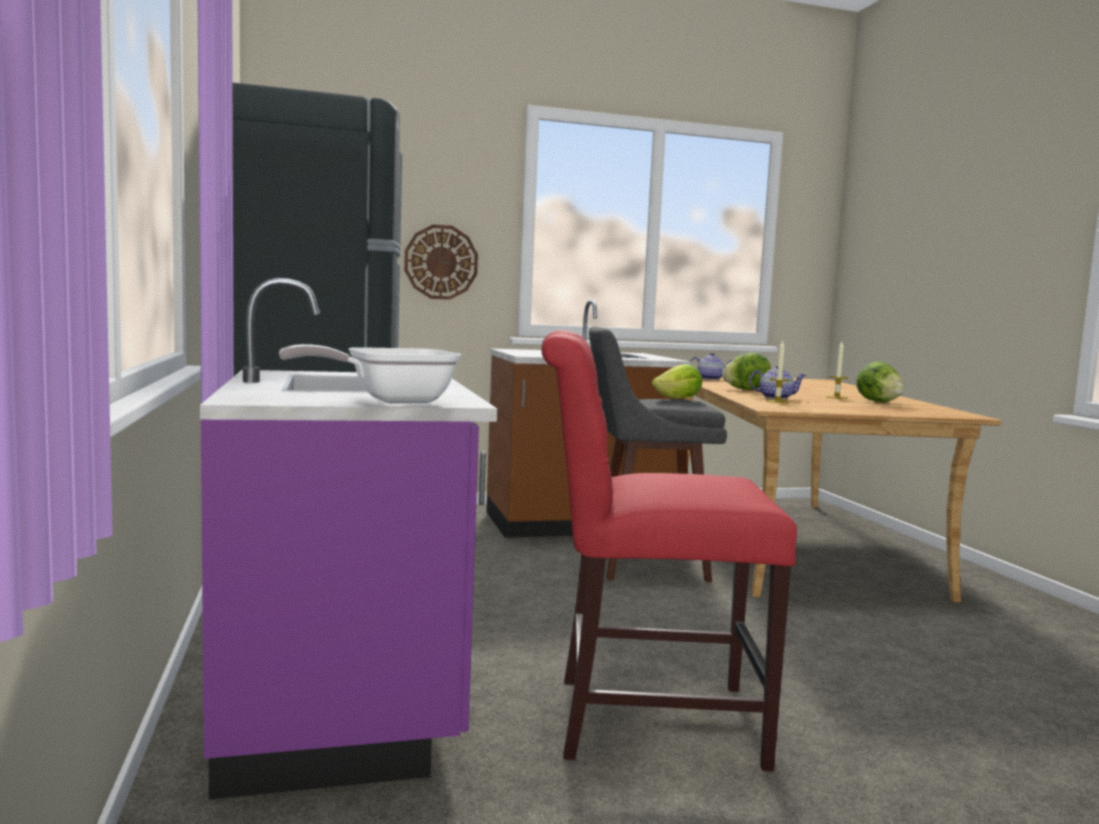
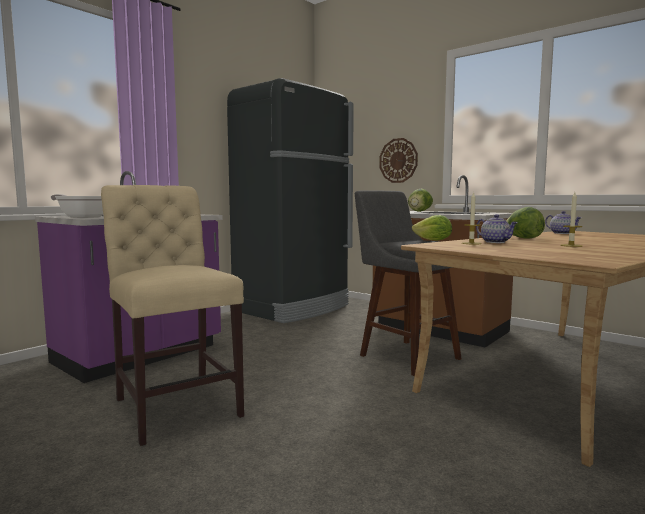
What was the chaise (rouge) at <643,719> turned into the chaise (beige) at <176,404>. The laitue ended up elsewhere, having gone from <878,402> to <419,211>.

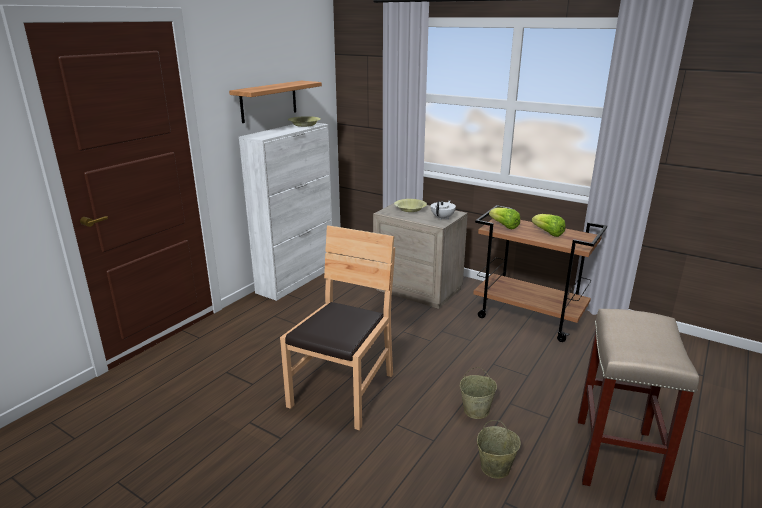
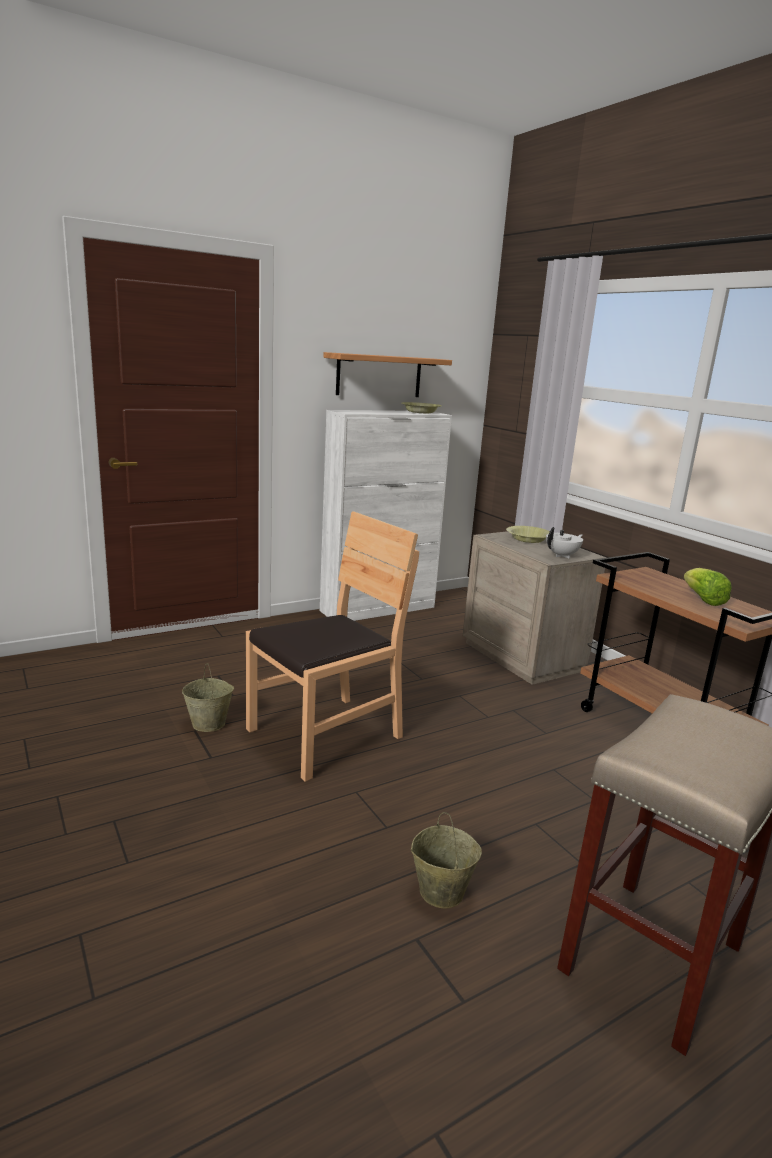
The seau (beige) ended up elsewhere, having gone from <476,410> to <209,724>. The second view lost the laitue at <504,226>.

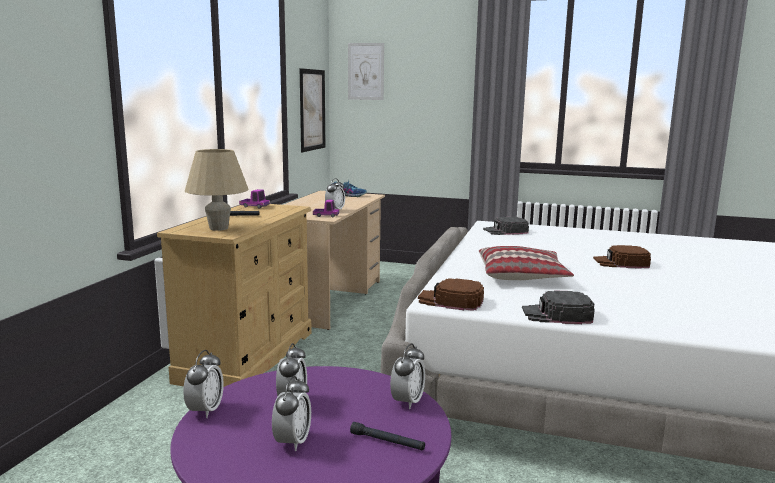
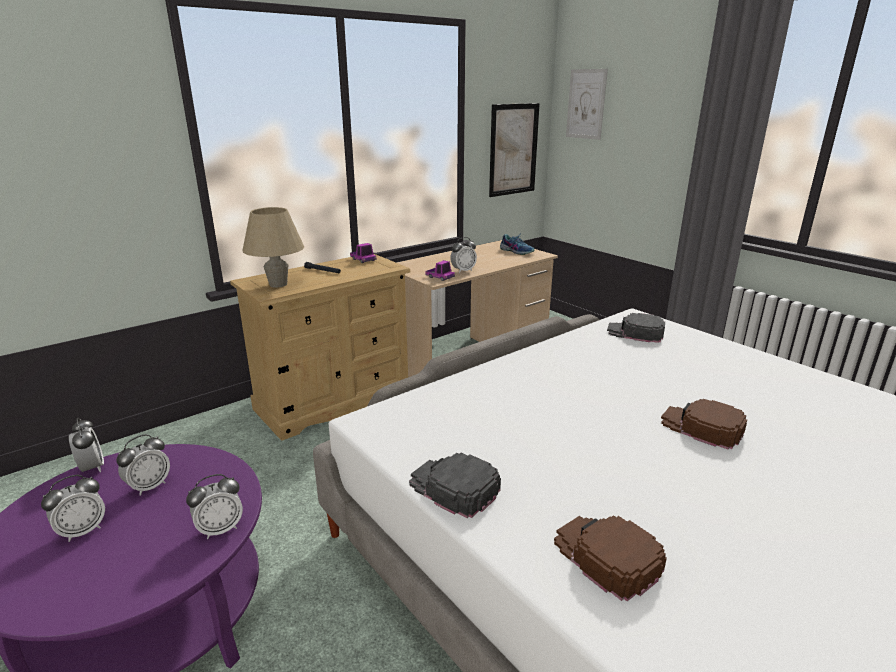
The réveil at <205,410> ended up facing another way, 75 degrees counterclockwise from before. The casquette (marron) ended up elsewhere, having gone from <451,301> to <606,557>. The second view lost the lampe de poche (noir) at <387,442>. The second view lost the coussin at <522,275>.

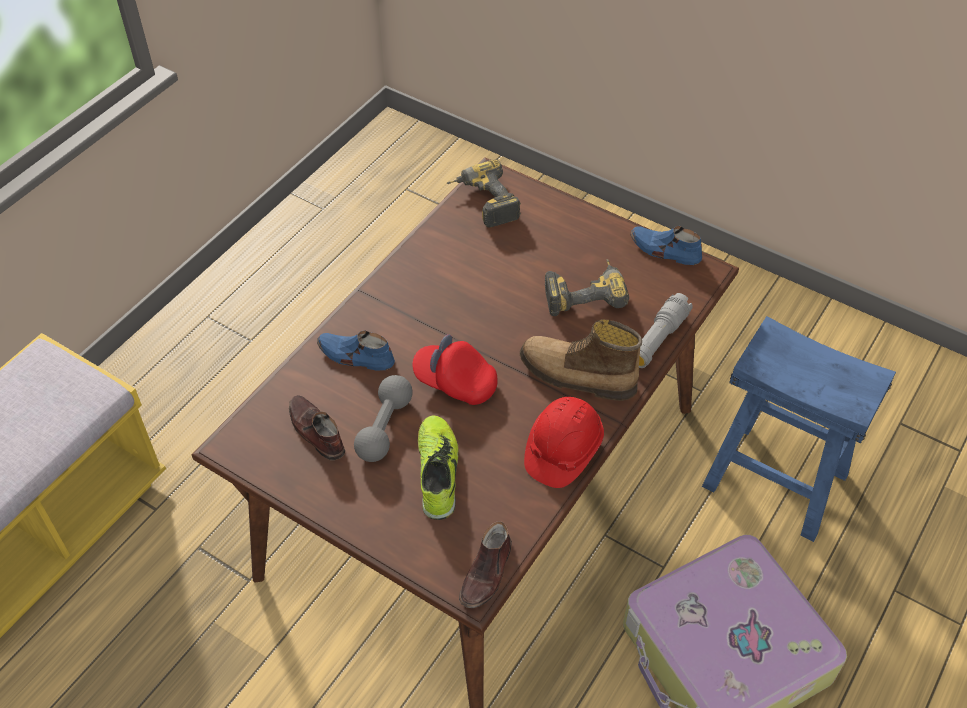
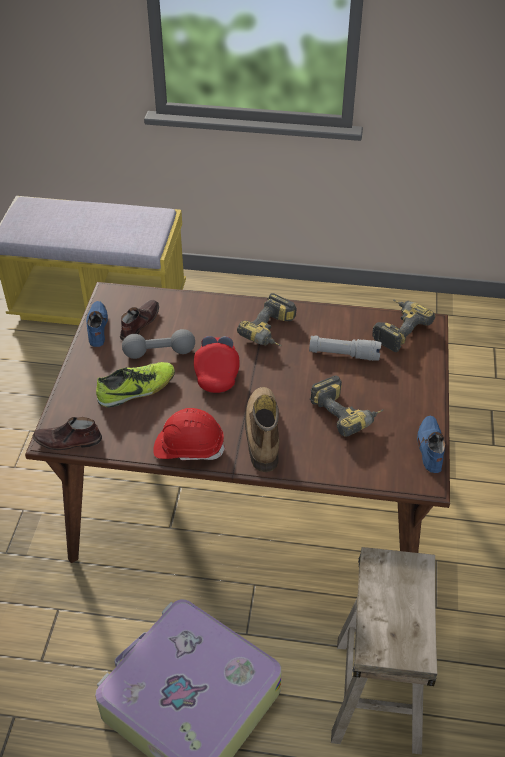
The chaussure (bleu) ended up elsewhere, having gone from <355,356> to <97,327>. The second view gained the perceuse at <272,332>. The lampe de poche (gris) ended up elsewhere, having gone from <658,339> to <344,354>. What was the tabouret (bleu) at <776,479> turned into the tabouret (beige) at <378,694>.

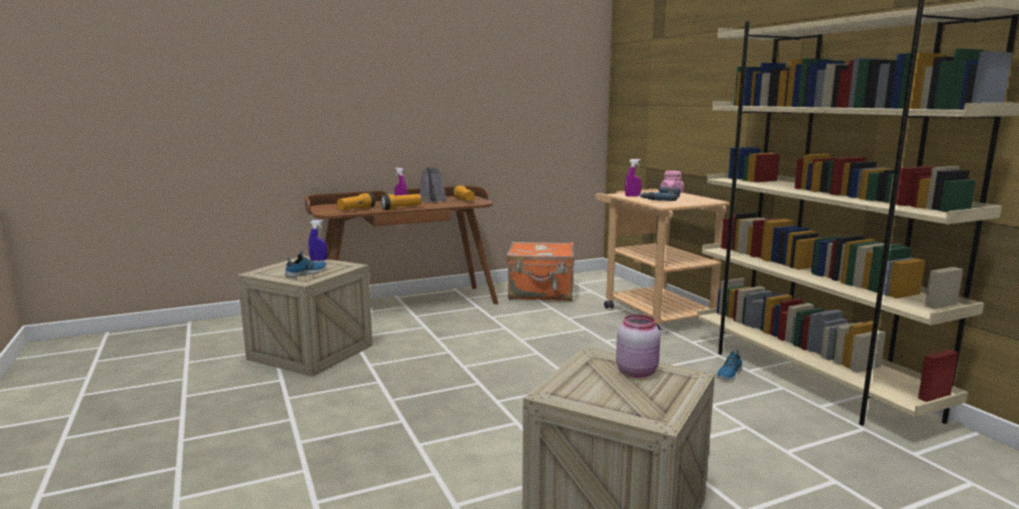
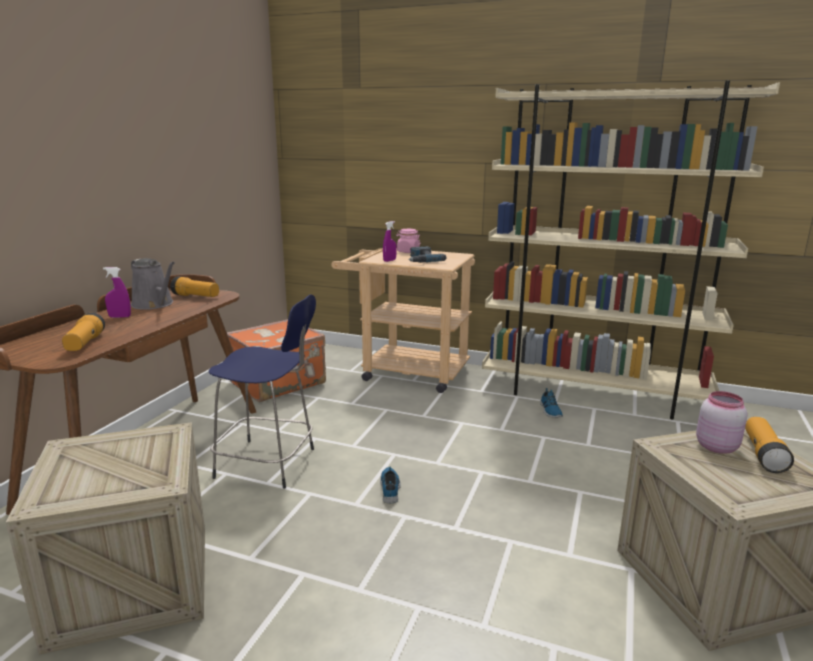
The second view gained the tabouret (bleu) at <269,464>. The chaussure ended up elsewhere, having gone from <307,273> to <390,488>. The lampe de poche ended up elsewhere, having gone from <401,208> to <763,454>. The second view lost the vaporisateur (bleu) at <318,260>.

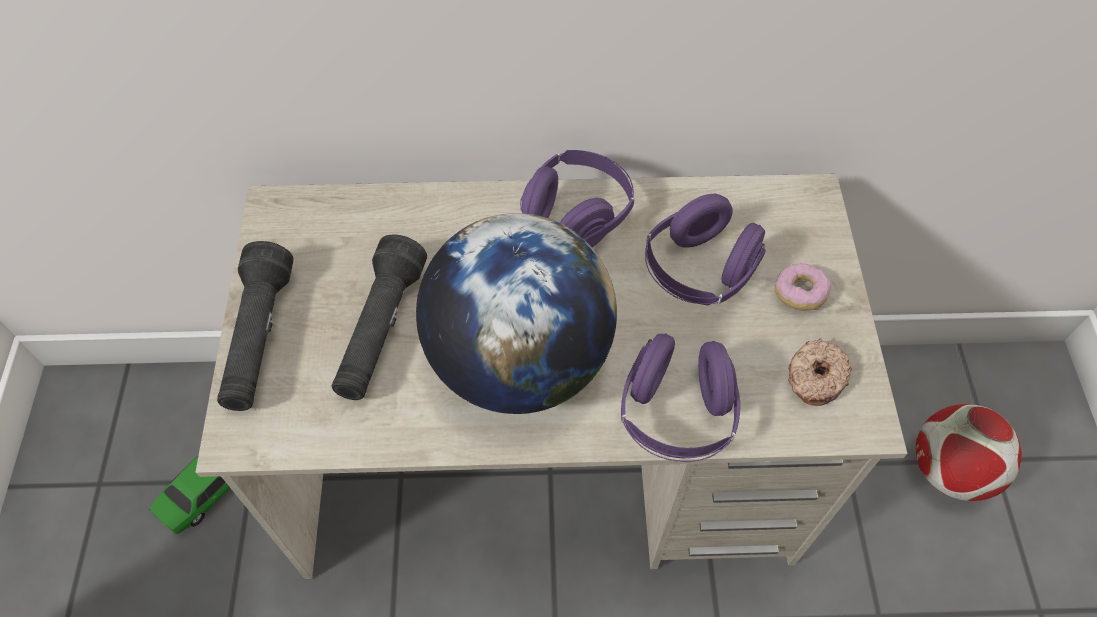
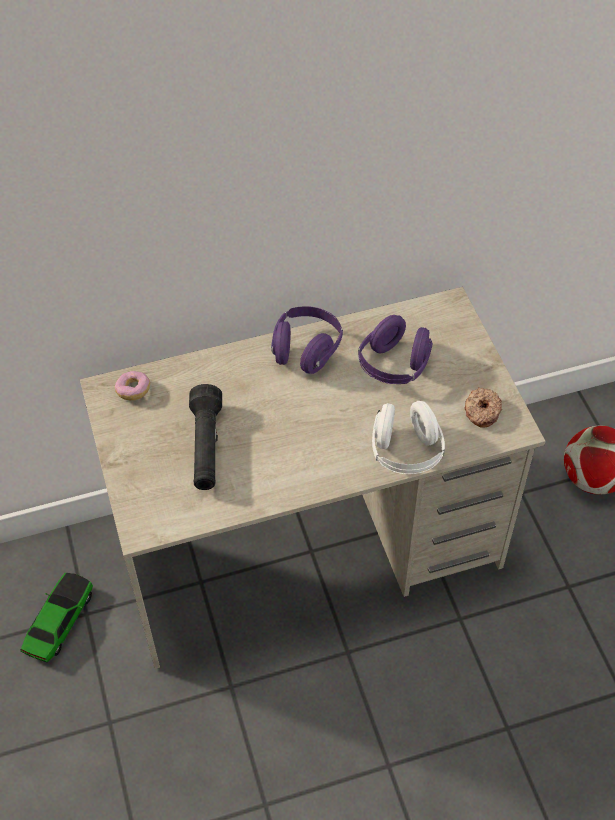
The beignet ended up elsewhere, having gone from <799,294> to <133,390>. What was the casque audio (violet) at <676,414> turned into the casque audio (blanc) at <406,452>. The second view lost the lampe de poche (noir) at <259,338>. The second view lost the globe at <519,361>.

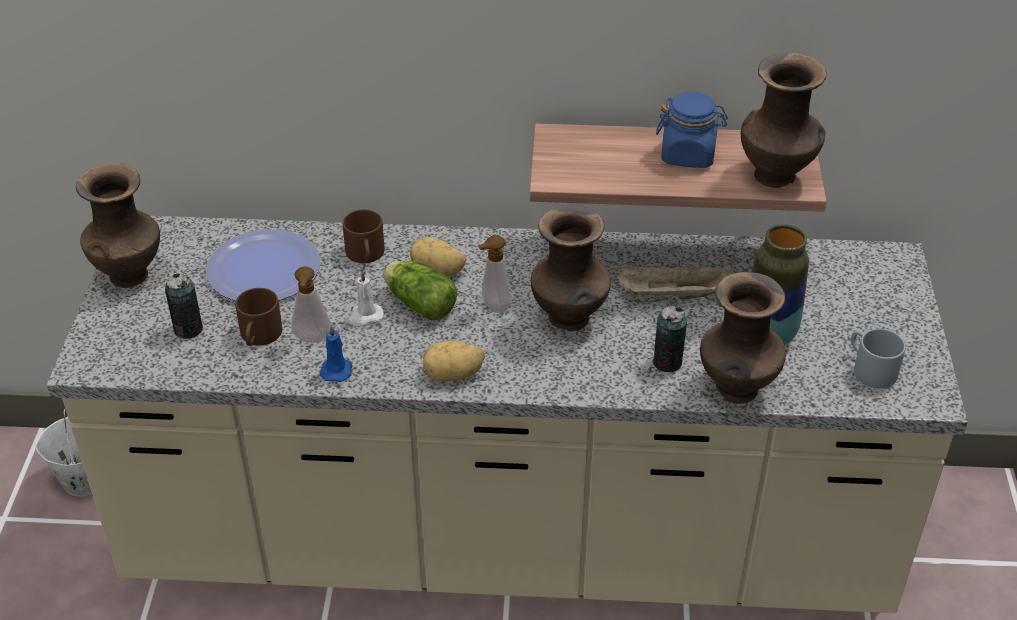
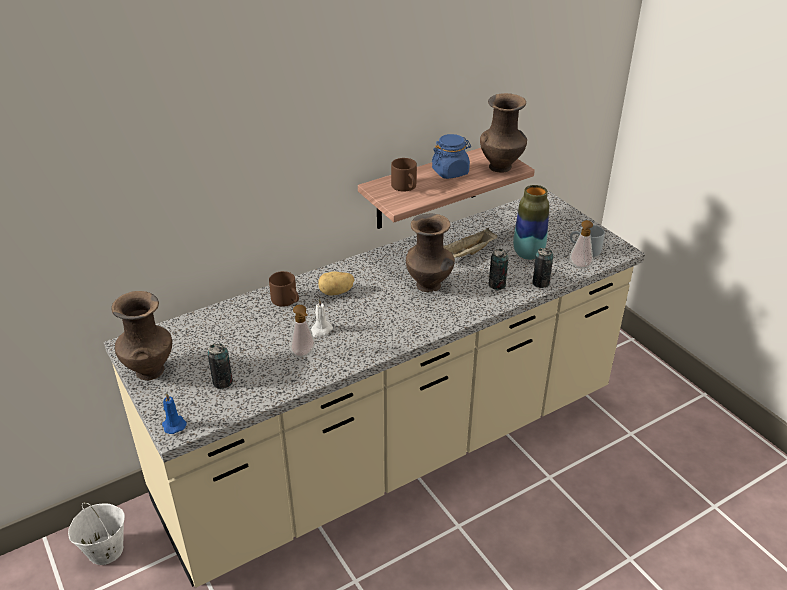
The bougie (bleu) ended up elsewhere, having gone from <337,370> to <173,424>. The mug (marron) ended up elsewhere, having gone from <260,337> to <406,187>. Where the vase (marron) stood at <736,390>, the boîte métallique came to stand at <540,283>. The distributeur de savon ended up elsewhere, having gone from <493,307> to <579,267>. The second view lost the assiette at <264,269>. The second view lost the laitue at <418,303>. The second view lost the pomme de terre at <453,375>.

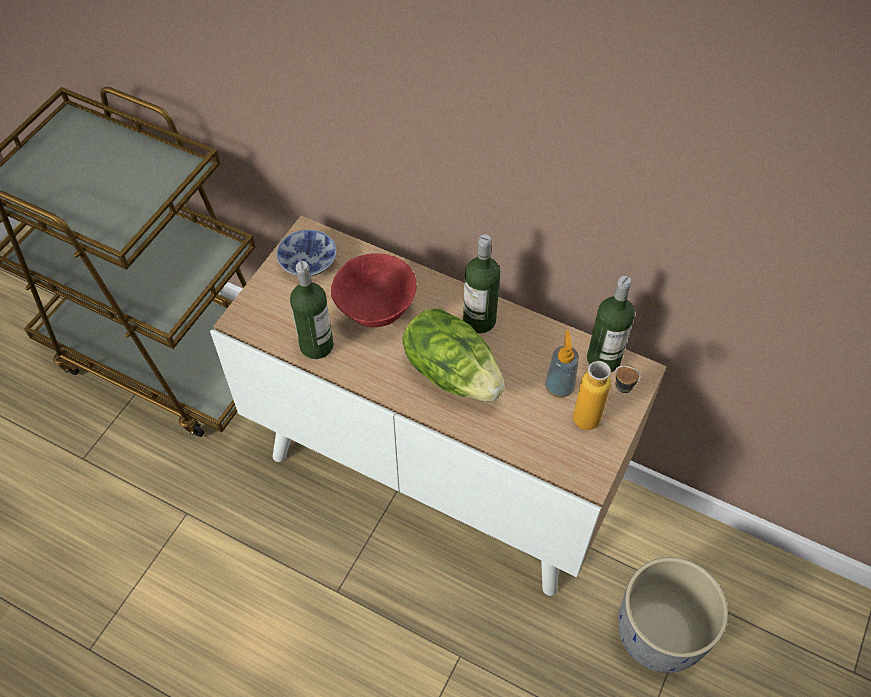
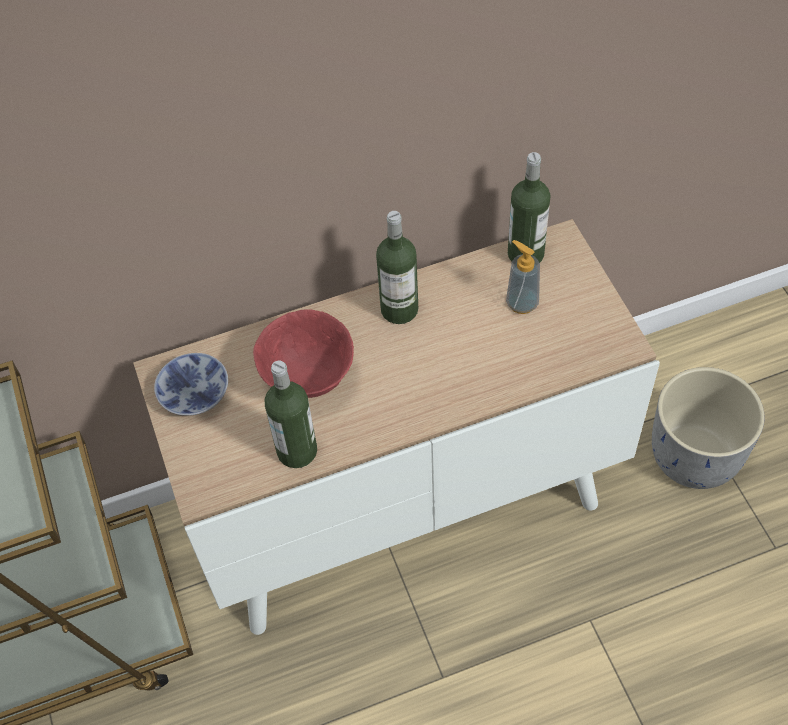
The second view lost the laitue at <452,372>. The second view lost the bouteille at <597,423>.

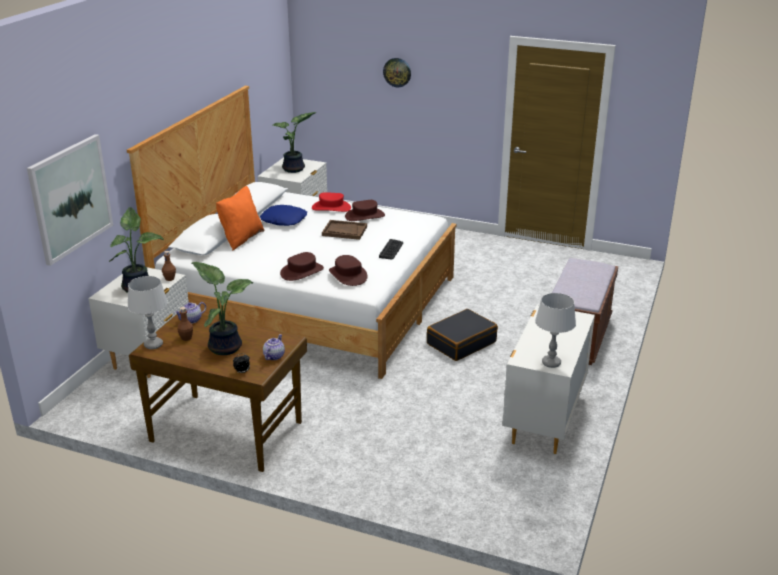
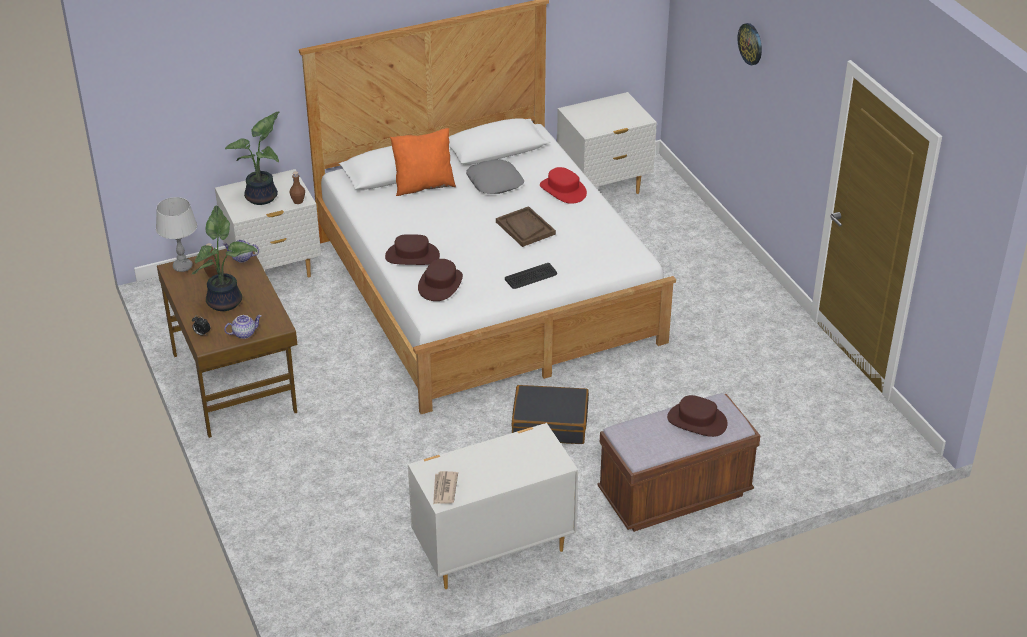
Where the lampe de table (gris) stood at <551,363>, the journal came to stand at <444,489>. What was the coussin (bleu) at <284,220> turned into the coussin (gris) at <495,182>. The chapeau (marron) ended up elsewhere, having gone from <365,216> to <697,421>. The second view lost the tableau at <71,198>. The second view lost the plante en pot at <295,169>.

